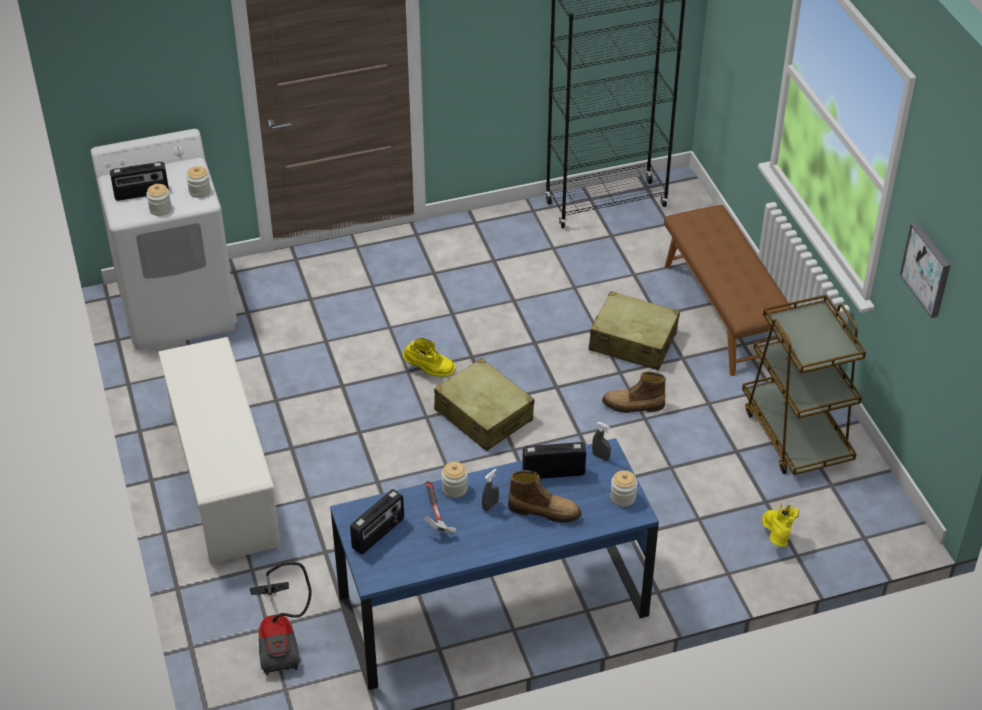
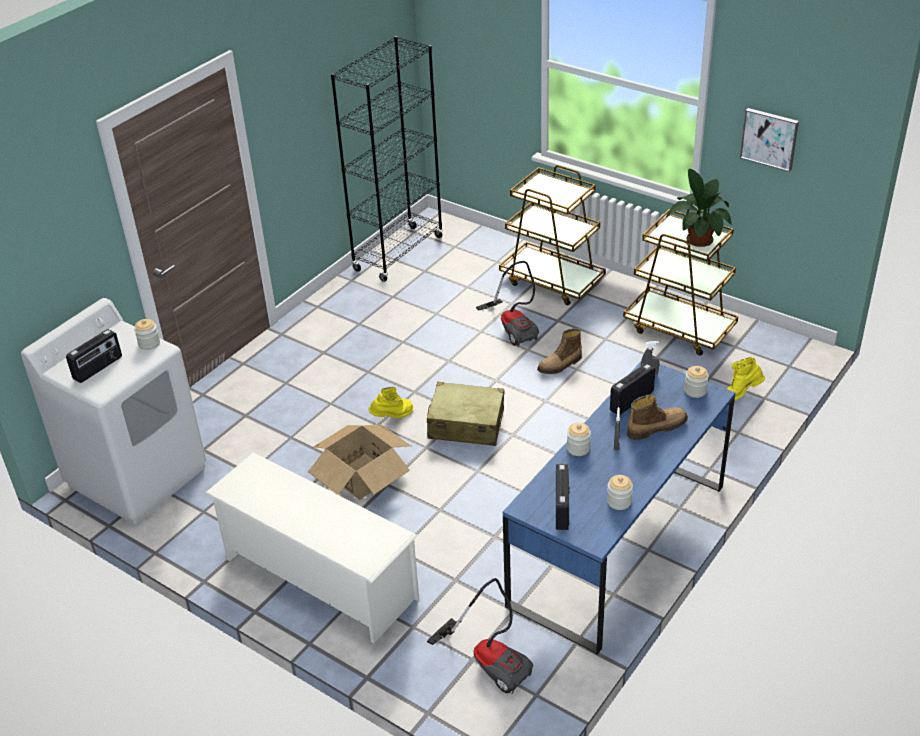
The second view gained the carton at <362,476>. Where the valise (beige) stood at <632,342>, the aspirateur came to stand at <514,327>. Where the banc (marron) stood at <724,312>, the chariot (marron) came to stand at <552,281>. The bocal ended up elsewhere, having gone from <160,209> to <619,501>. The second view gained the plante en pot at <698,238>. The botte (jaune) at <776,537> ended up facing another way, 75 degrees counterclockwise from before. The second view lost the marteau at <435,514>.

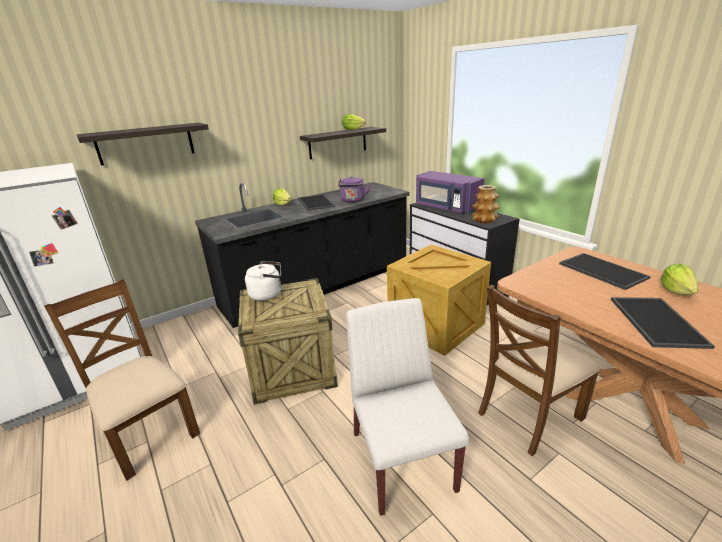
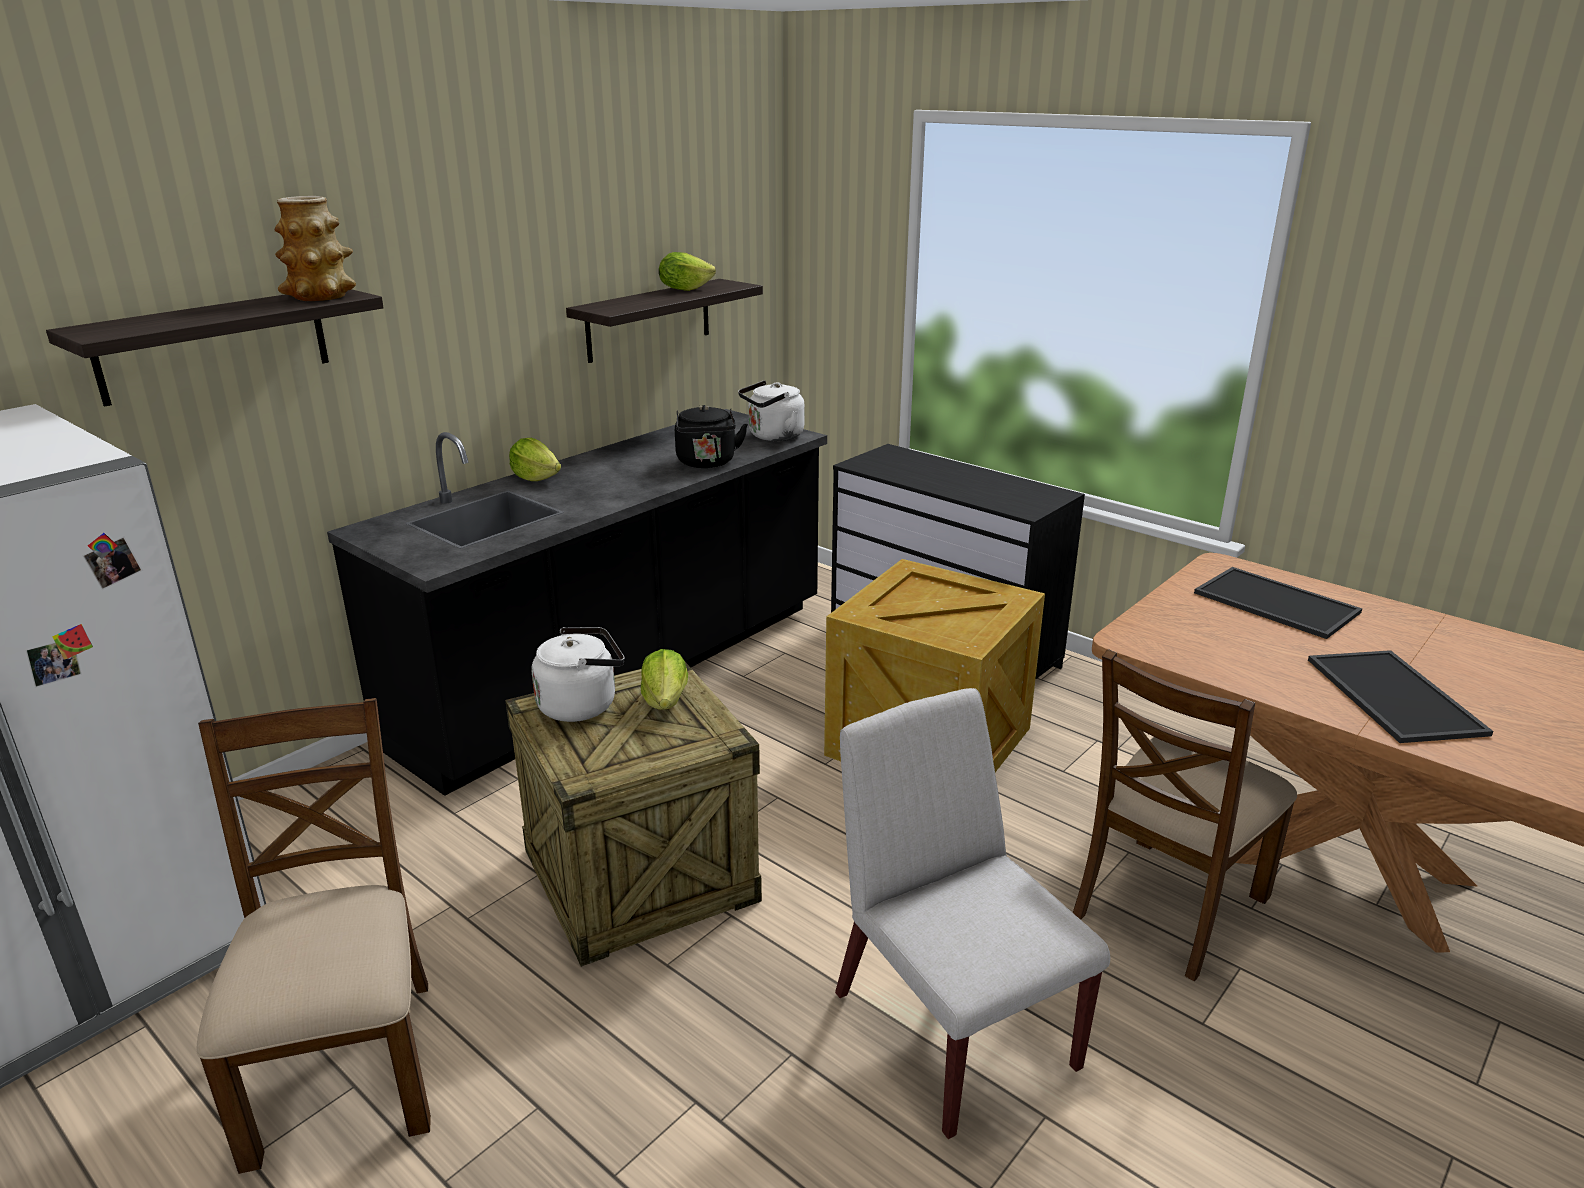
The chaise (marron) at <149,432> ended up facing another way, 45 degrees clockwise from before. The vase ended up elsewhere, having gone from <484,220> to <321,296>. The laitue ended up elsewhere, having gone from <676,291> to <665,701>. What was the bouilloire (violet) at <353,201> turned into the bouilloire (noir) at <707,463>. The second view gained the bouilloire (blanc) at <773,436>. The second view lost the plateau at <314,202>. The second view lost the micro-ondes (violet) at <446,207>.

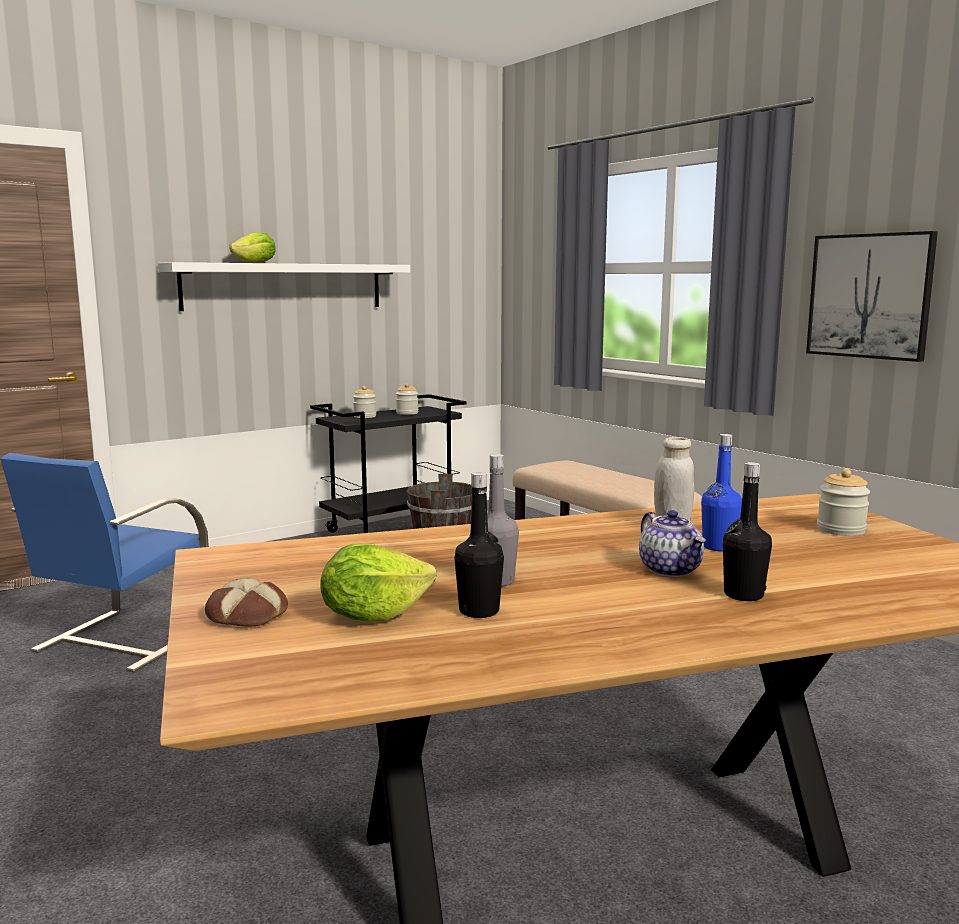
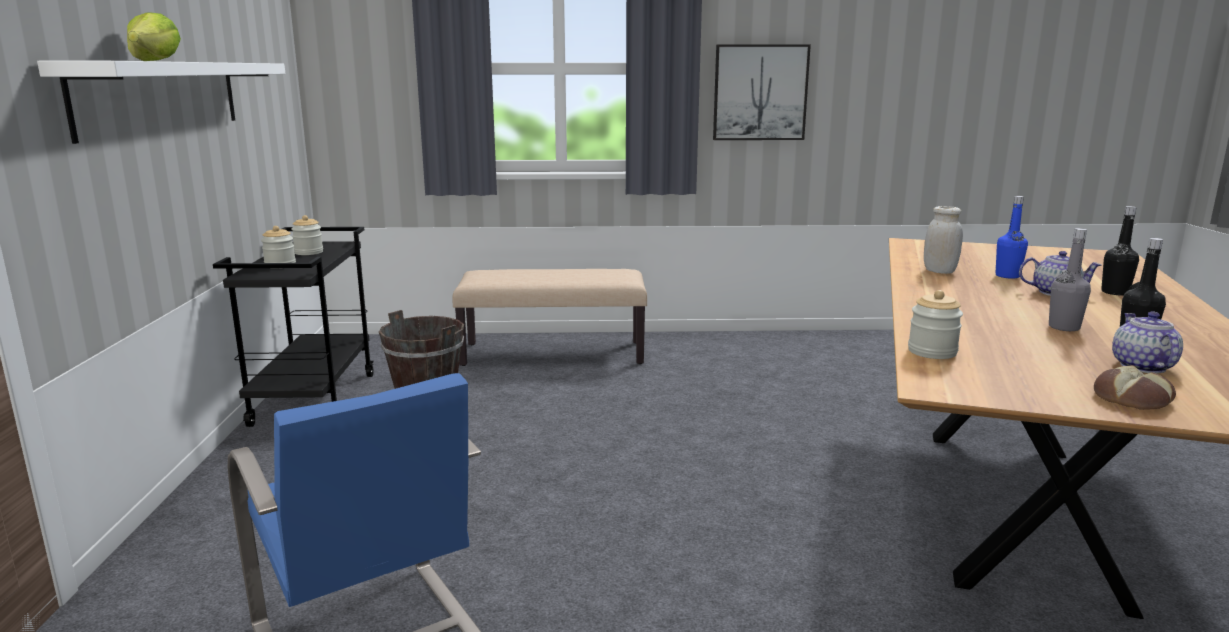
The bocal ended up elsewhere, having gone from <841,530> to <932,352>. Where the laitue stood at <373,616>, the théière came to stand at <1141,366>.

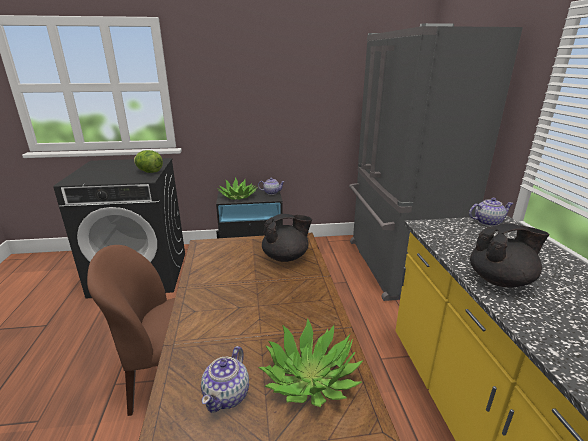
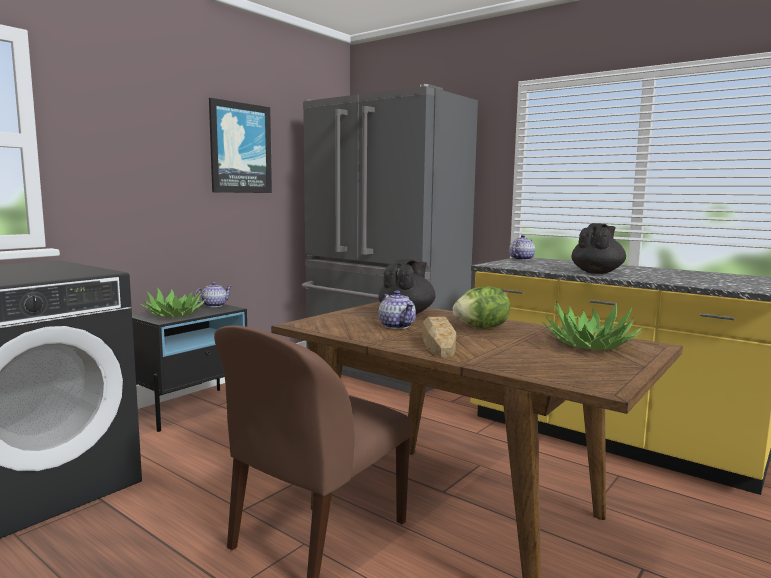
The second view gained the tableau at <240,148>. The théière ended up elsewhere, having gone from <227,395> to <397,326>. The second view gained the pain at <438,344>. The laitue ended up elsewhere, having gone from <149,172> to <481,327>.

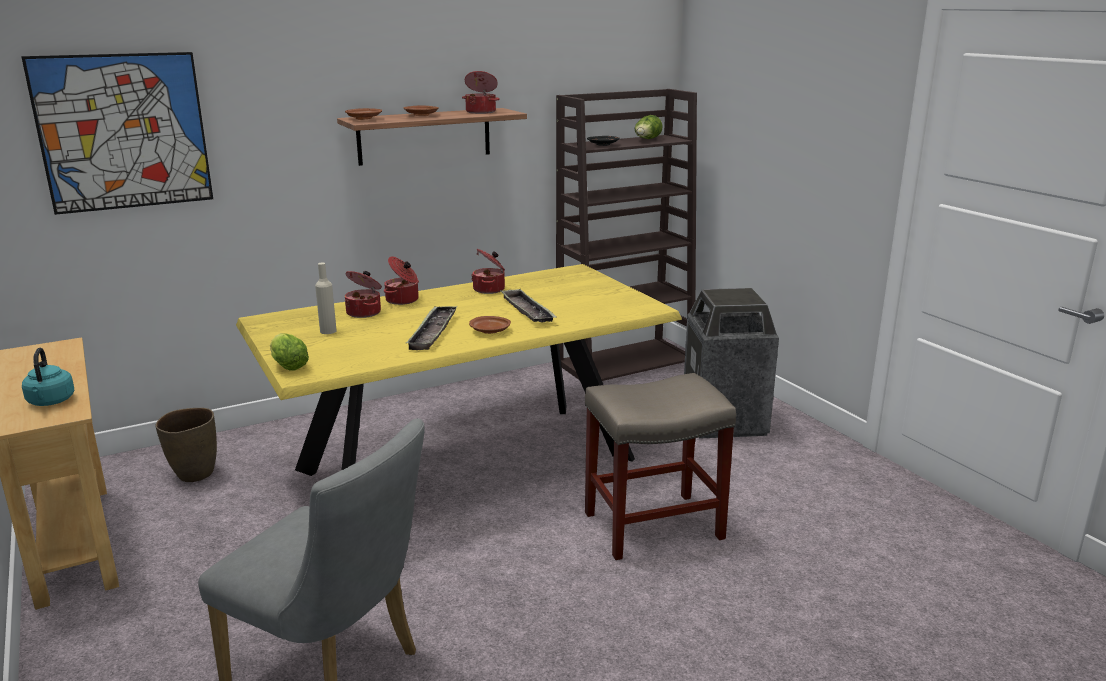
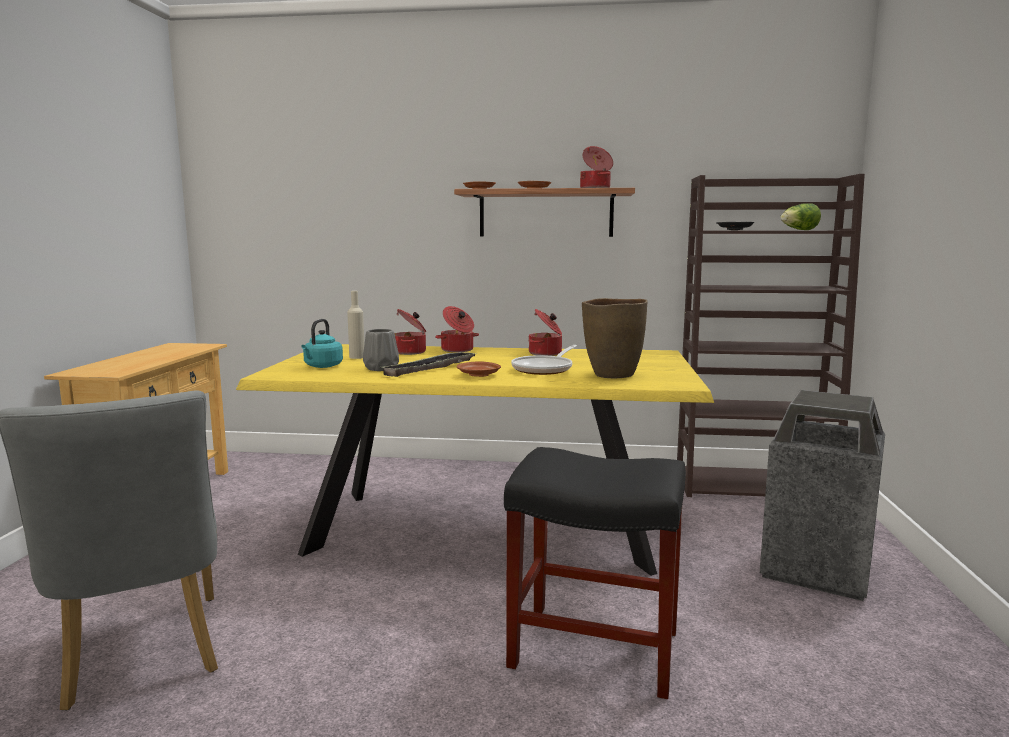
The bouilloire (turquoise) ended up elsewhere, having gone from <50,402> to <322,366>. The second view gained the vase (gris) at <381,368>. What was the tabouret (beige) at <651,526> turned into the tabouret (noir) at <592,648>. Where the plateau stood at <527,311>, the poêle came to stand at <545,369>. The vase (marron) ended up elsewhere, having gone from <194,475> to <612,375>. The second view lost the tableau at <123,132>. The second view lost the laitue at <287,365>.

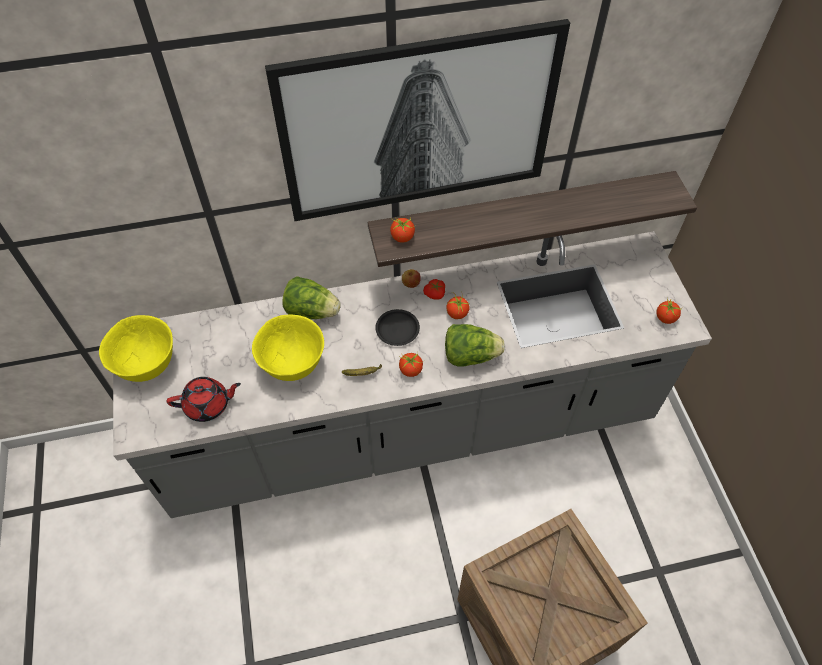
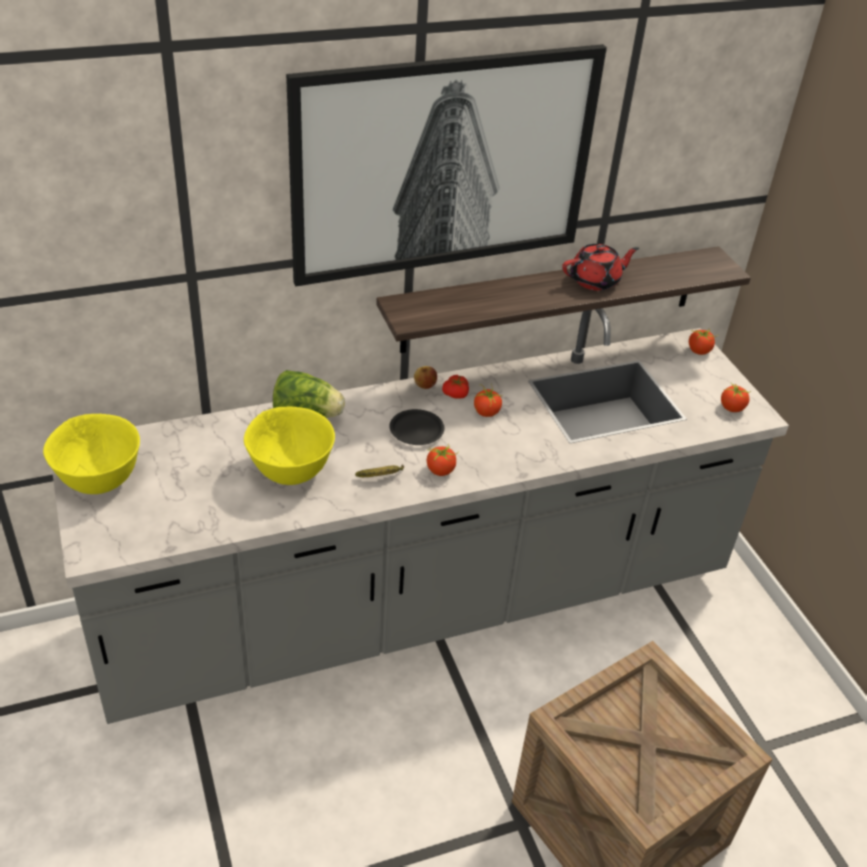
The théière (rouge) ended up elsewhere, having gone from <208,405> to <595,281>. The tomate ended up elsewhere, having gone from <403,237> to <699,351>. The second view lost the laitue at <470,355>.

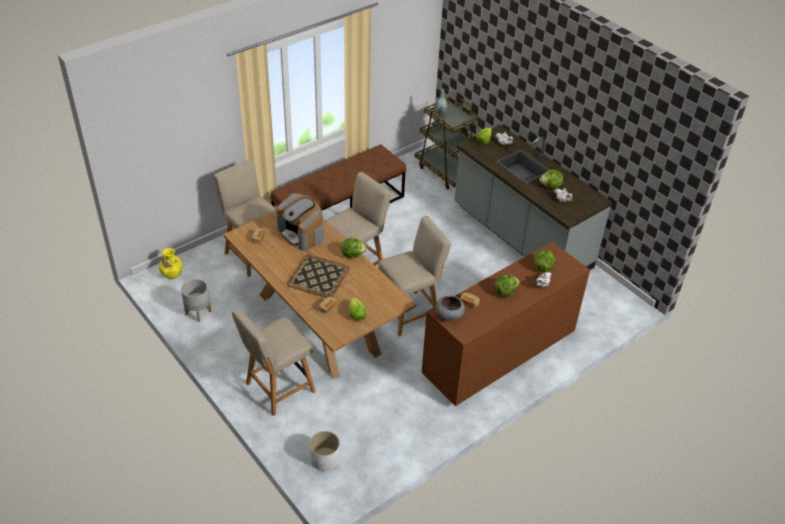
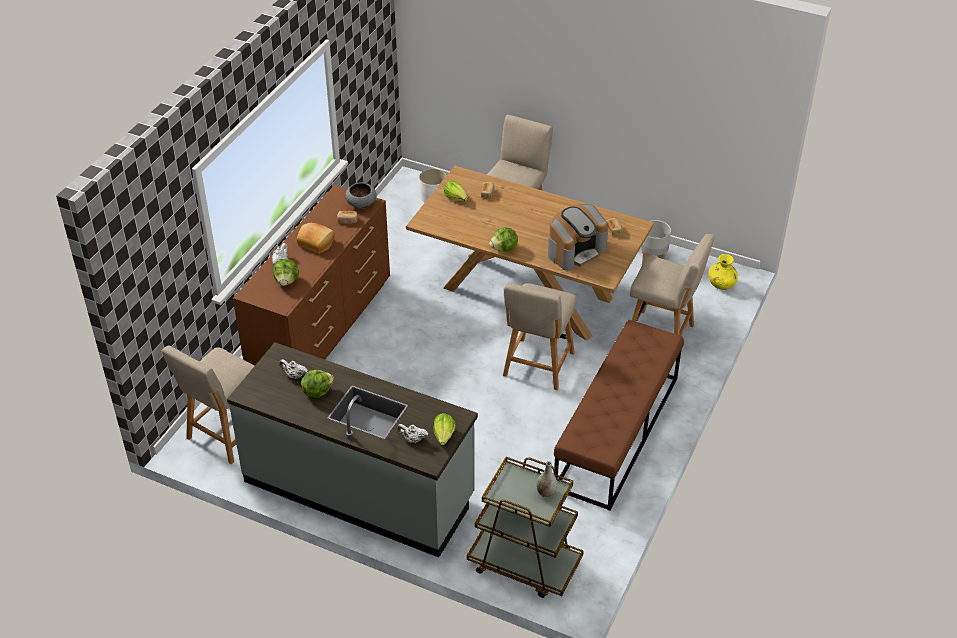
The chaise (beige) ended up elsewhere, having gone from <410,312> to <226,435>. Where the laitue stood at <505,292>, the pain came to stand at <316,242>. The machine à café at <302,233> ended up facing another way, 120 degrees clockwise from before. The second view lost the plateau at <318,276>.

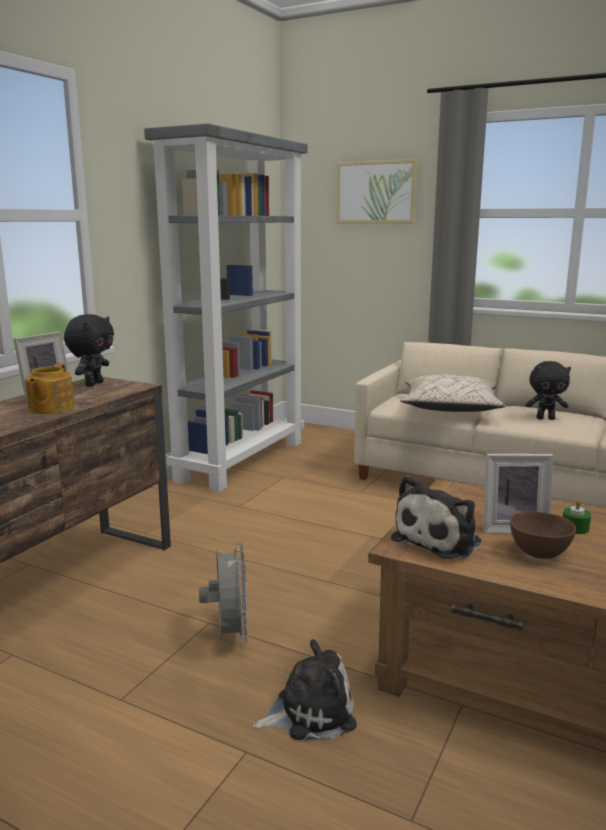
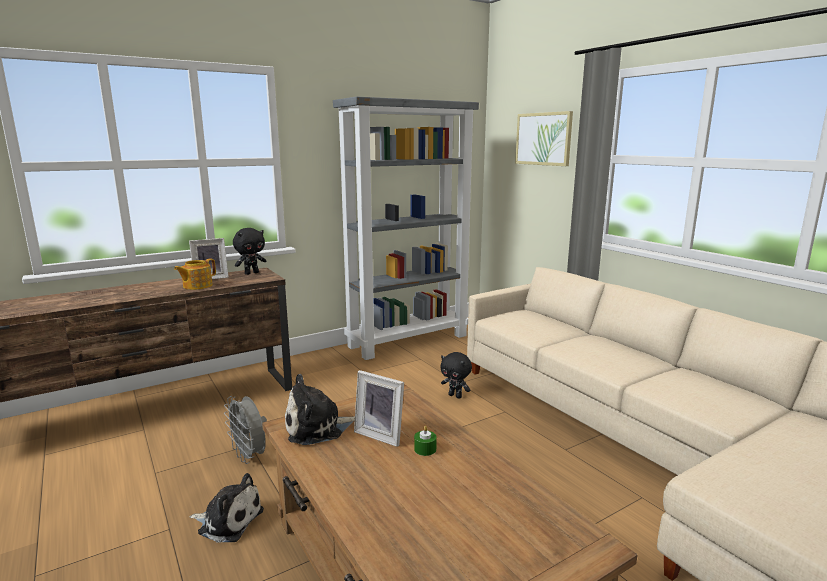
The ventilateur (gris) at <229,635> ended up facing another way, 120 degrees clockwise from before. The peluche (noir) ended up elsewhere, having gone from <545,418> to <455,396>. The second view lost the coussin (beige) at <450,408>. The second view lost the bol (marron) at <538,553>.

